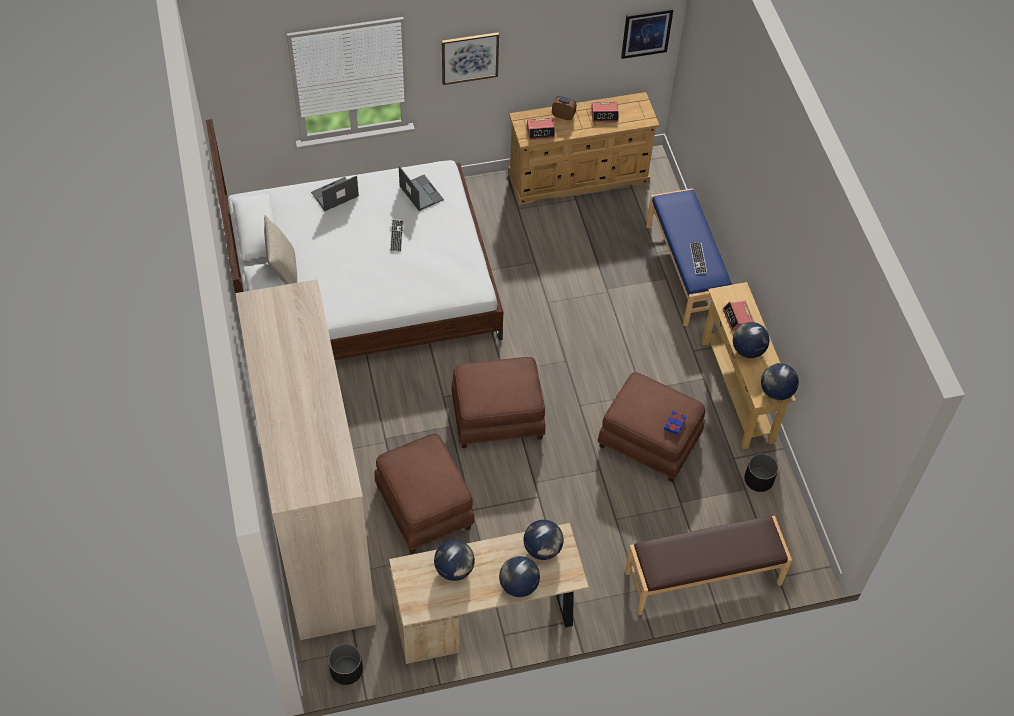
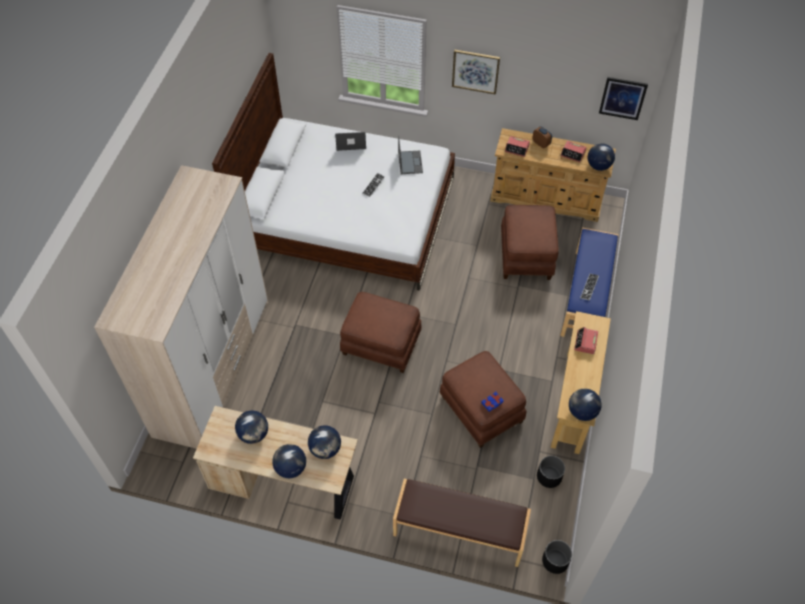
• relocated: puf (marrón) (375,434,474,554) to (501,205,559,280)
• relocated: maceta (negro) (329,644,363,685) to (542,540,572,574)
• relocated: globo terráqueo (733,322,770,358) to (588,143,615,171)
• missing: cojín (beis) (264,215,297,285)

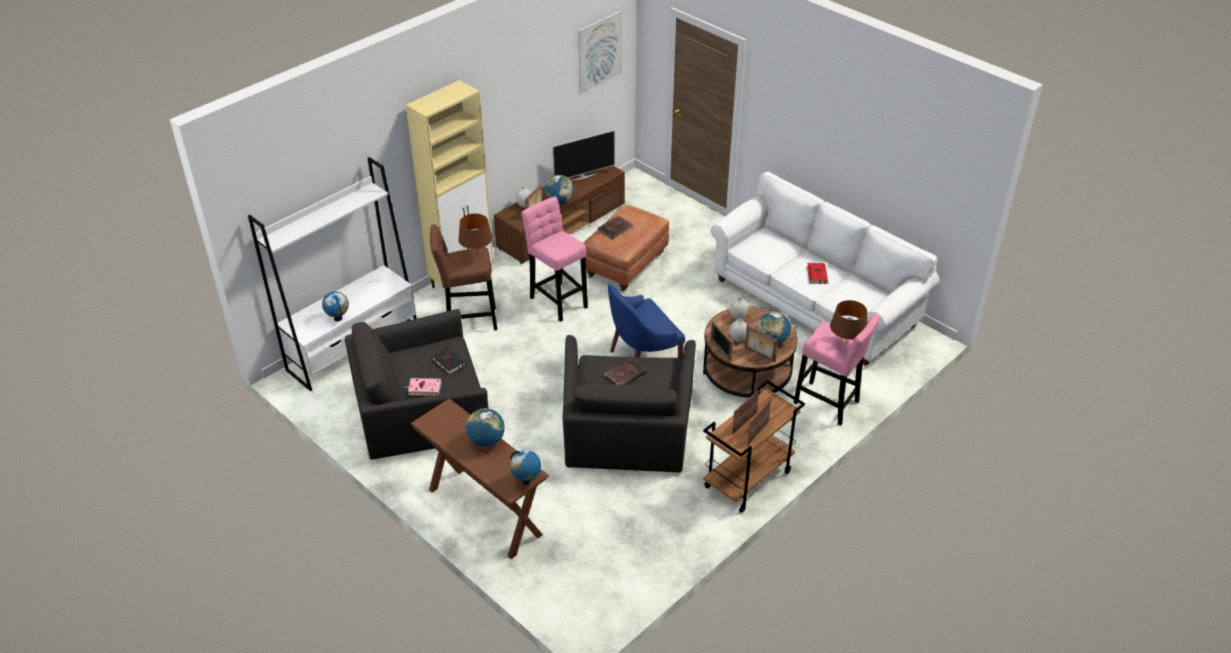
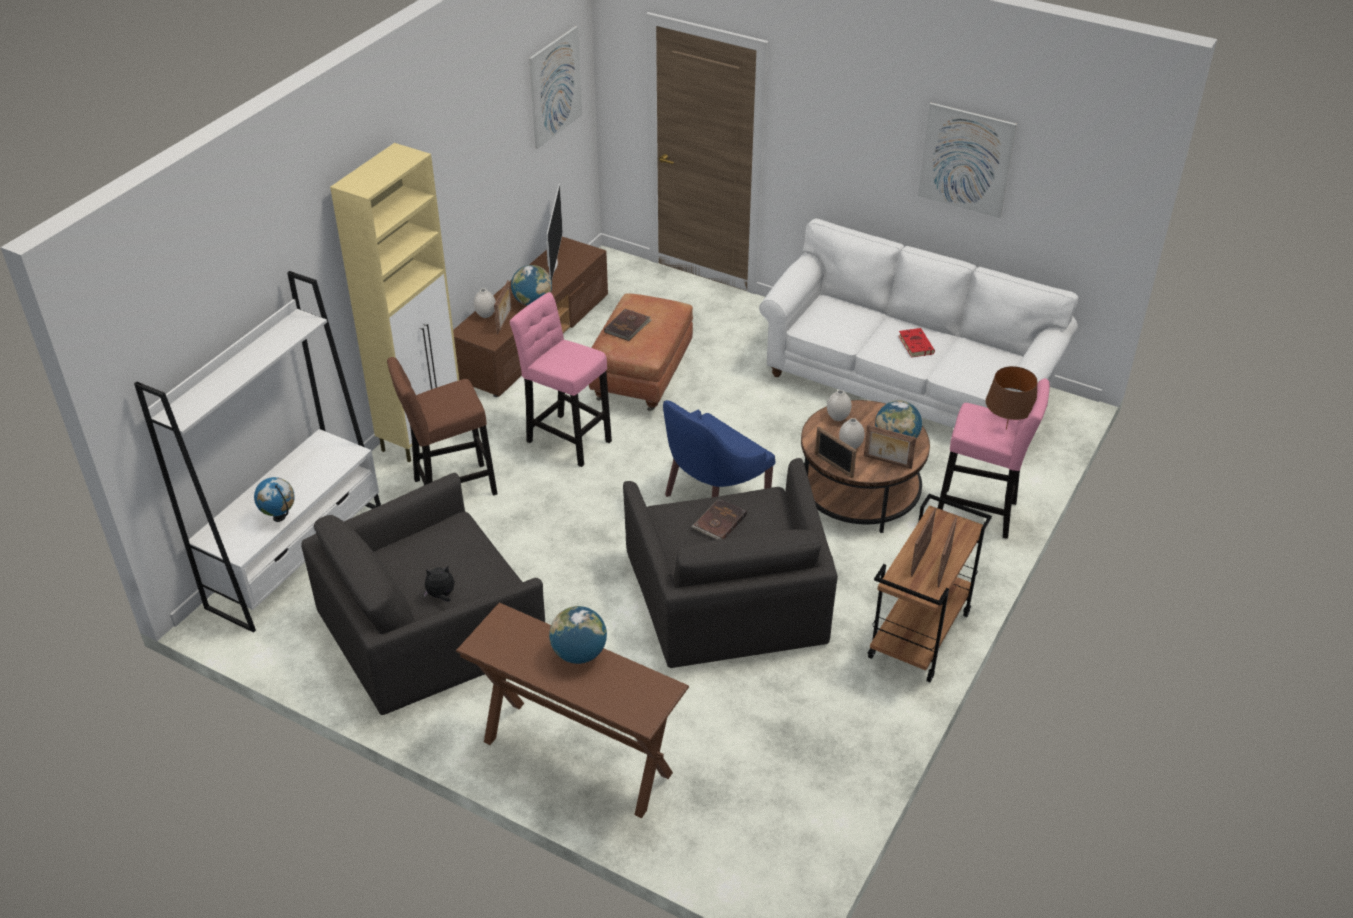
• exchanged: libro (rosa) (404,378,441,396) to peluche (423,566,455,602)
• spun: televisor (552,130,615,181) = (546,184,563,281) 45 degrees counterclockwise
• appeared: cuadro (918,103,1017,218)
• missing: libro (negro) (432,348,465,375)
• missing: lámpara de mesa (marrón) (458,214,493,253)
• missing: globo terráqueo (510,450,541,485)

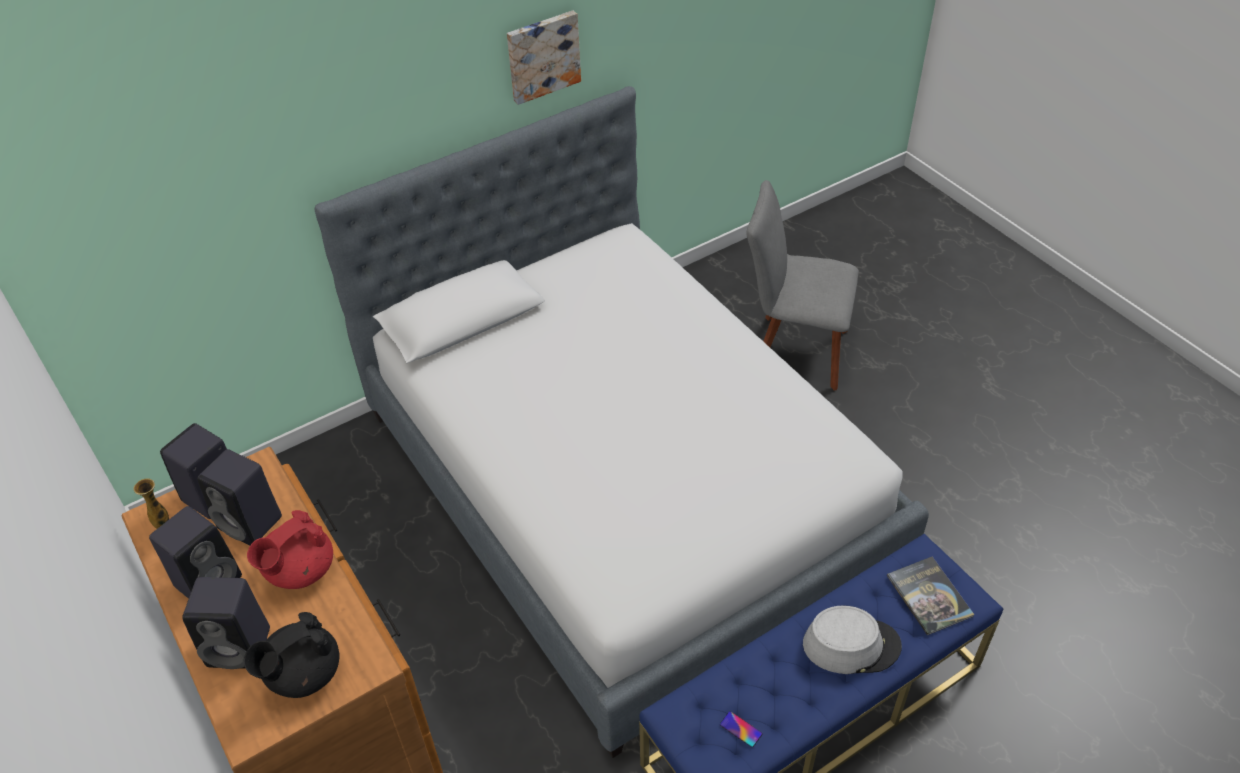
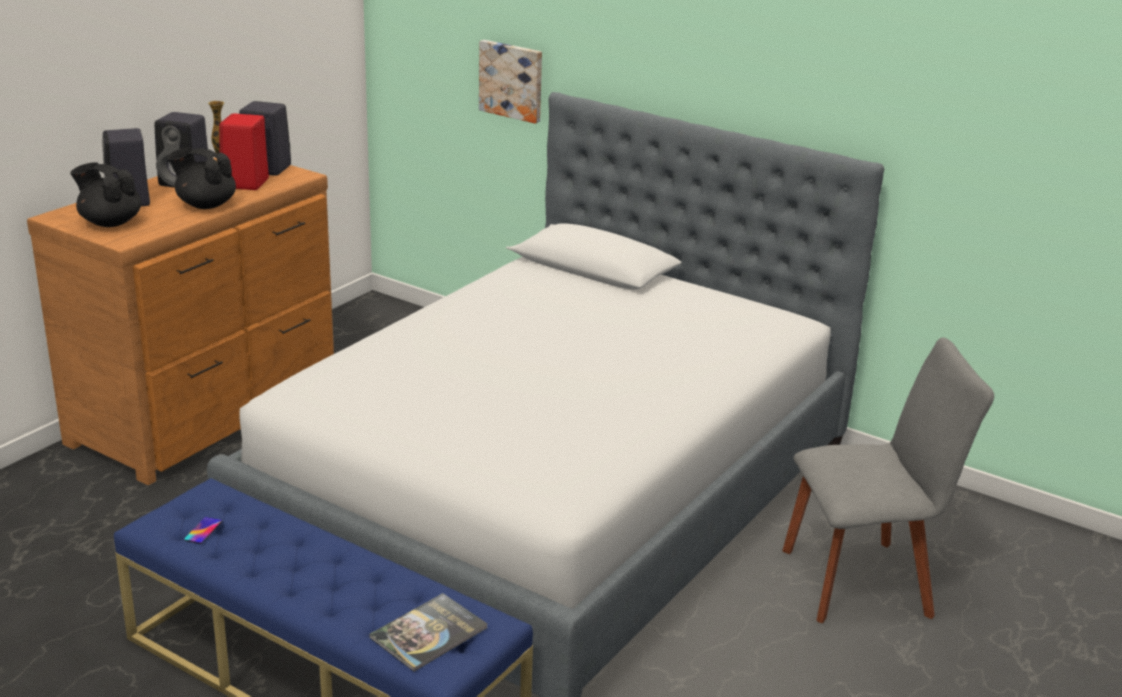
• colour: tetera (rojo) (247,510,333,589) to tetera (negro) (167,148,236,209)
• colour: altavoz (negro) (197,449,282,546) to altavoz (rojo) (219,113,269,190)
• relocated: cuadro (507,10,581,105) to (479,40,542,124)
• spun: silla (gris) (746,180,859,390) = (783,338,994,623) 90 degrees clockwise
• missing: sombrero (gris) (803,605,902,674)

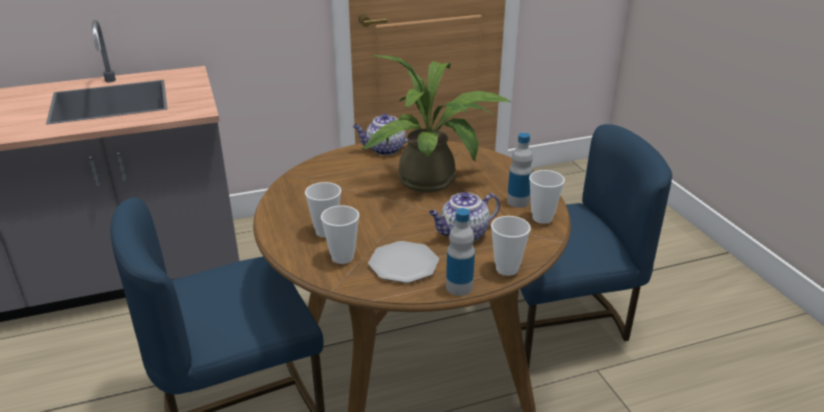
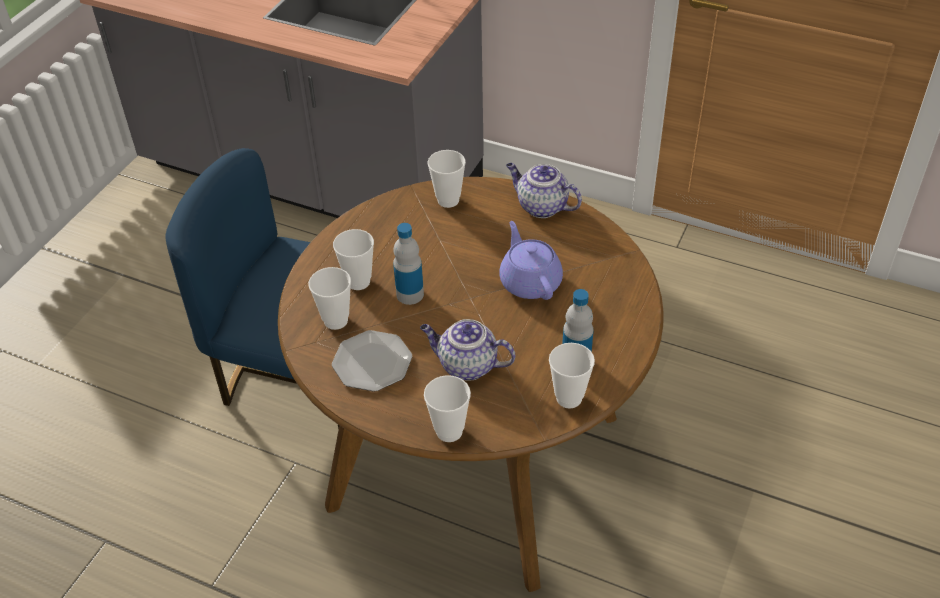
• relocated: botella (446,208,475,296) to (393,223,424,305)
• appeared: taza (428,150,466,208)
• exchanged: planta en maceta (362,55,512,193) to tetera (morado) (499,221,563,300)
• missing: silla (azul) (489,124,672,369)

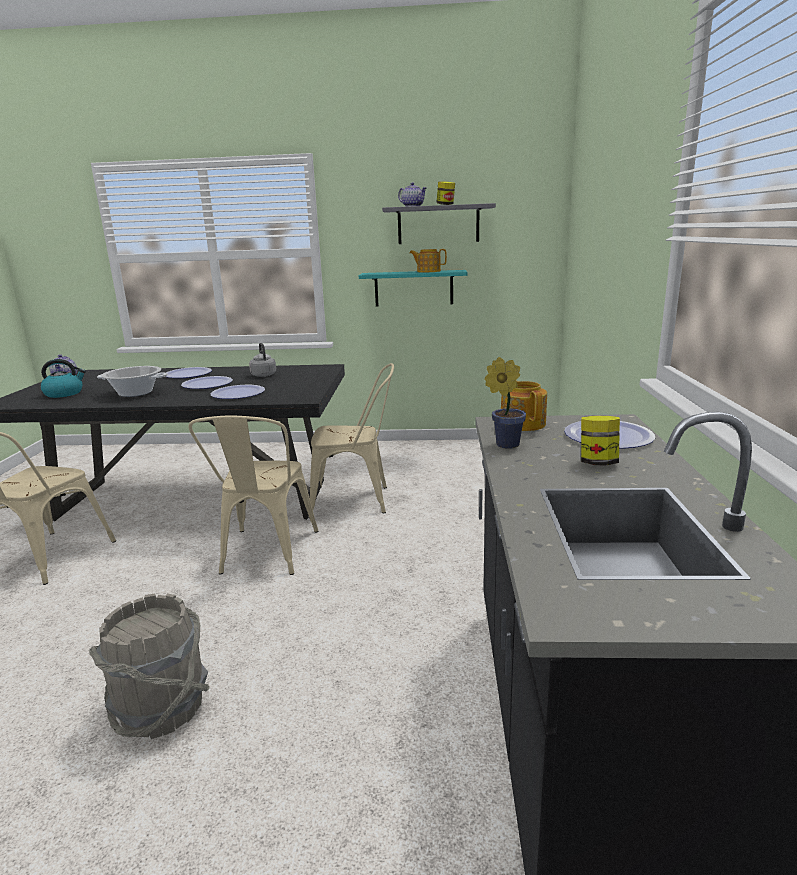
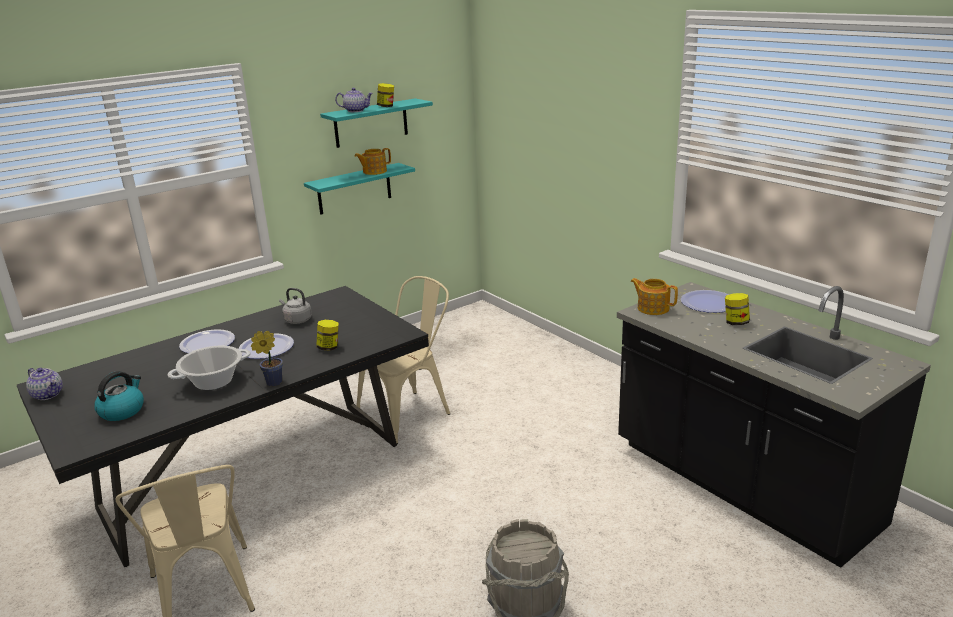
• relocated: planta en maceta (484,357,526,449) to (251,331,283,386)
• exchanged: plato (211,385,265,399) to tarro (316,320,339,351)
• colour: estante (gris) (382,203,496,244) to estante (turquesa) (320,98,433,148)
• missing: silla (beis) (188,415,318,575)

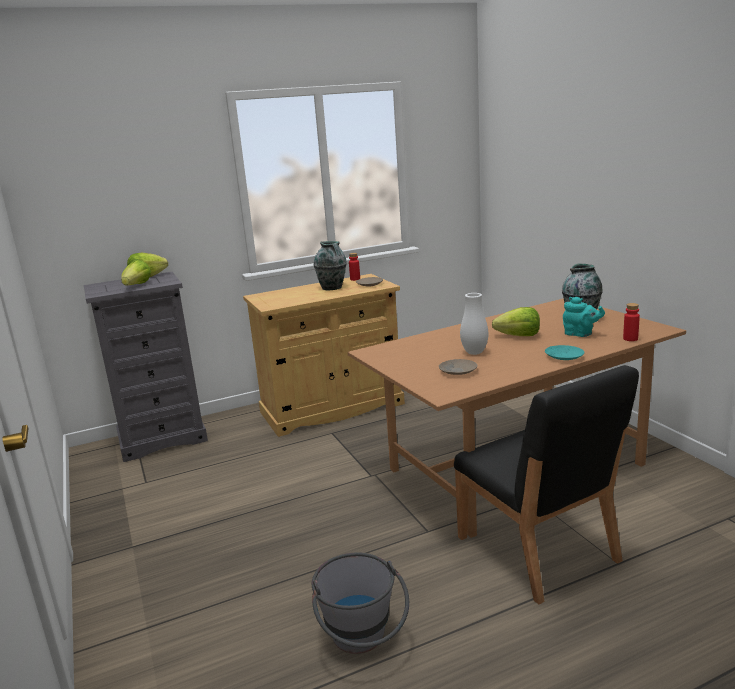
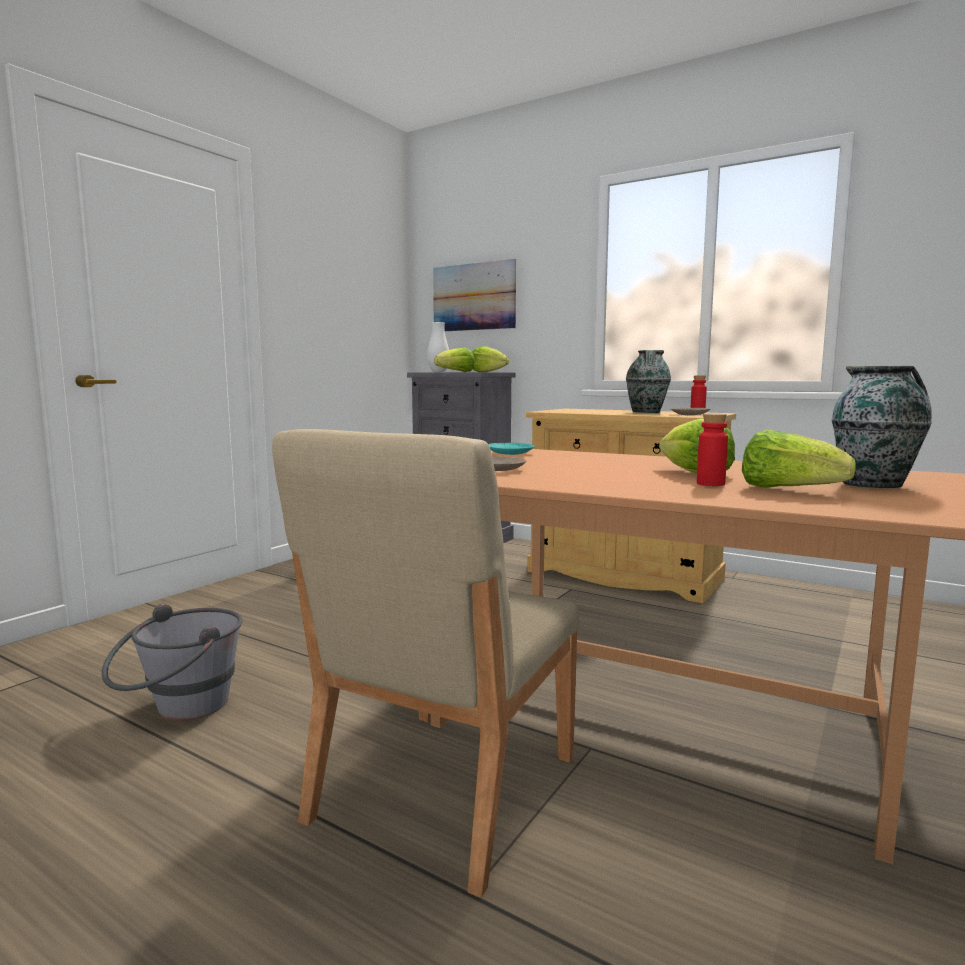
• colour: silla (negro) (454,365,639,604) to silla (beis) (272,429,580,898)
• relocated: florero (blanco) (460,293,488,355) to (427,322,449,372)
• appeared: cuadro (433,259,516,331)
• relocated: plato (turquesa) (545,345,584,360) to (489,443,535,455)
• relocated: botella (rojo) (623,303,640,341) to (697,413,728,486)
• exchanged: tetera (turquesa) (563,297,605,337) to lechuga (742,430,856,488)

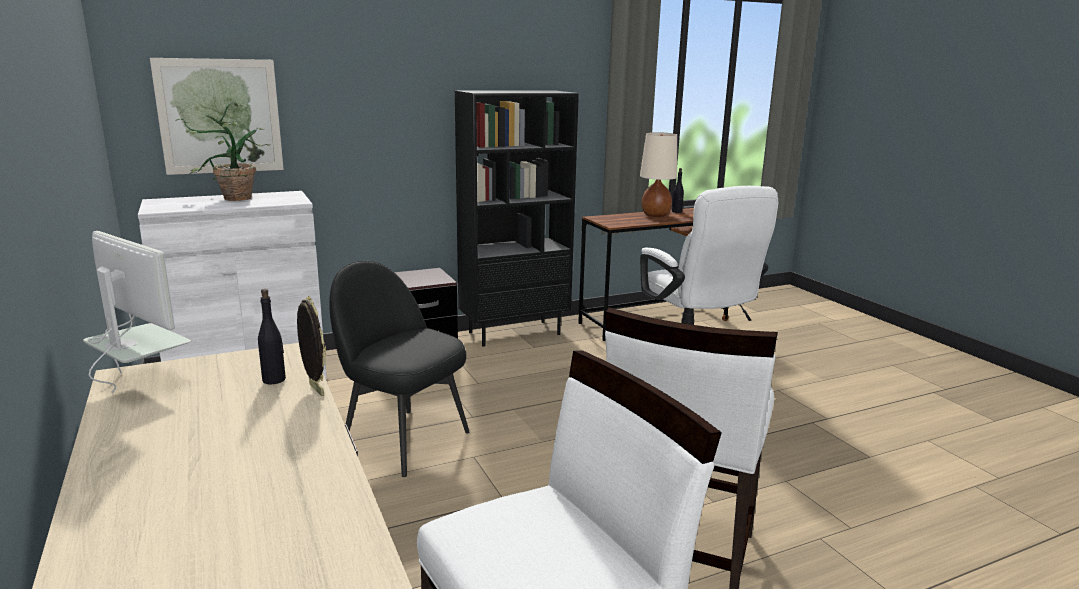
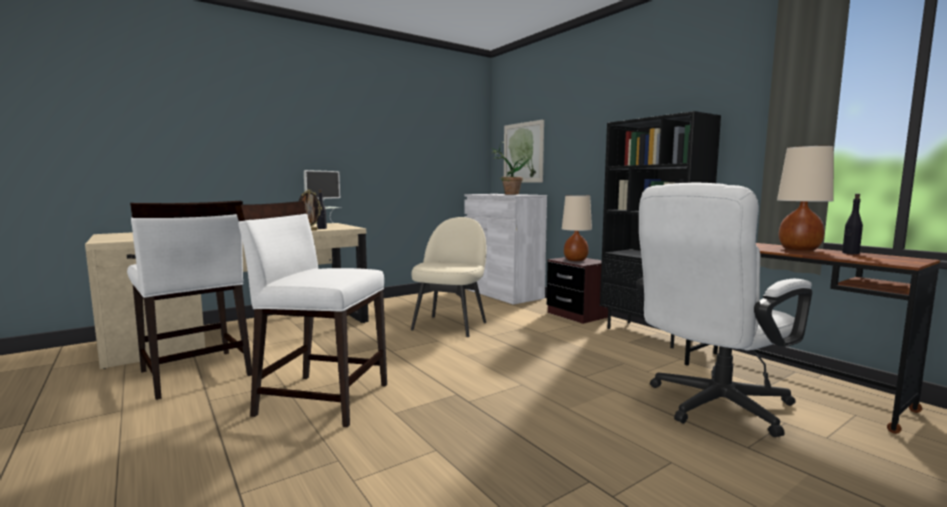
• colour: silla (negro) (329,261,469,477) to silla (beis) (411,217,487,337)
• appeared: lámpara de mesa (beis) (562,195,592,261)

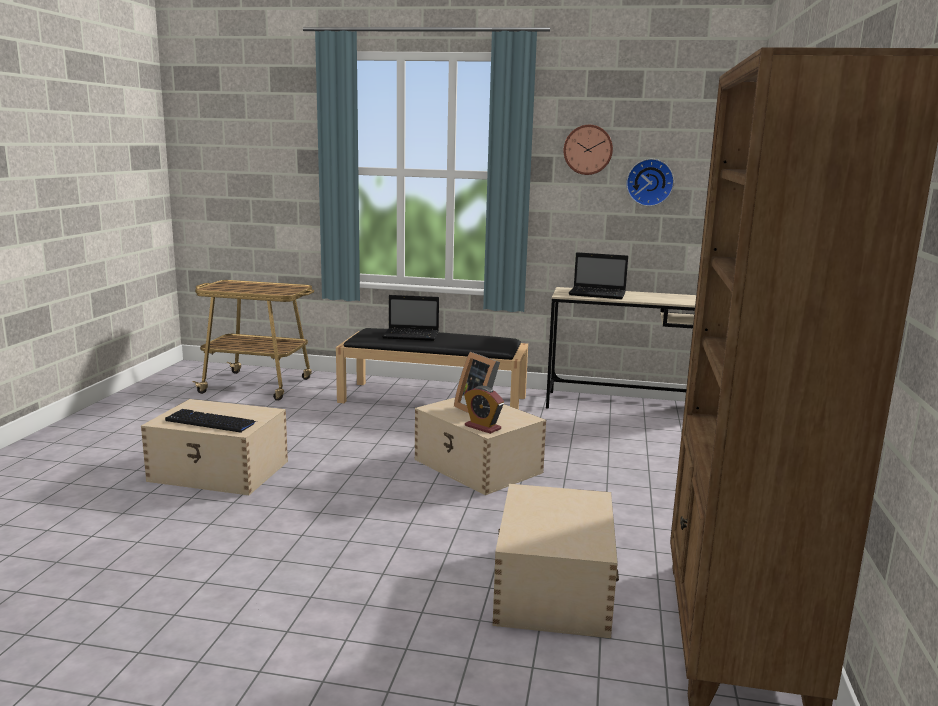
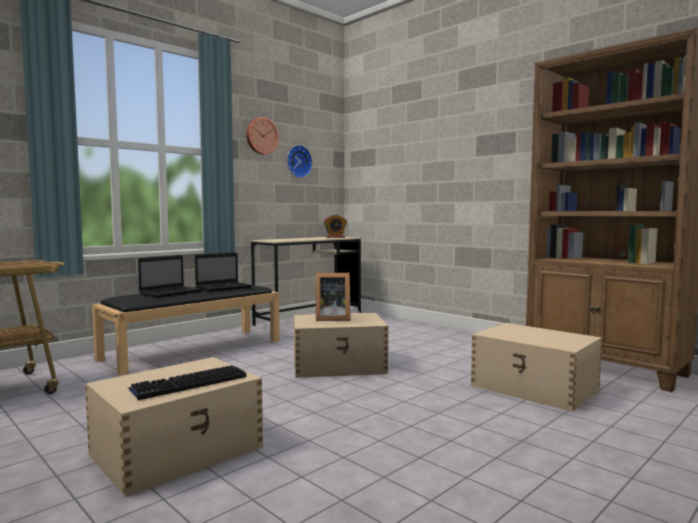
• relocated: portátil (569,252,628,299) to (195,252,252,292)
• relocated: despertador (464,386,504,434) to (324,215,347,238)

